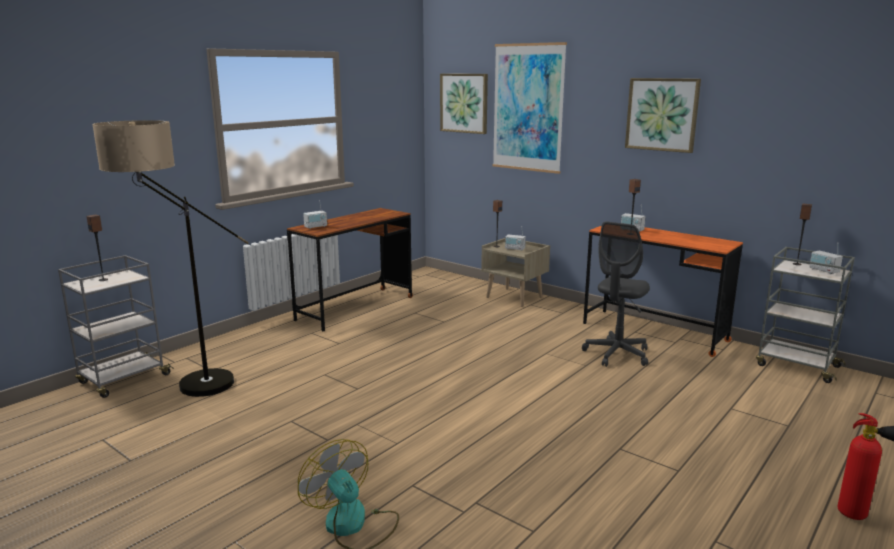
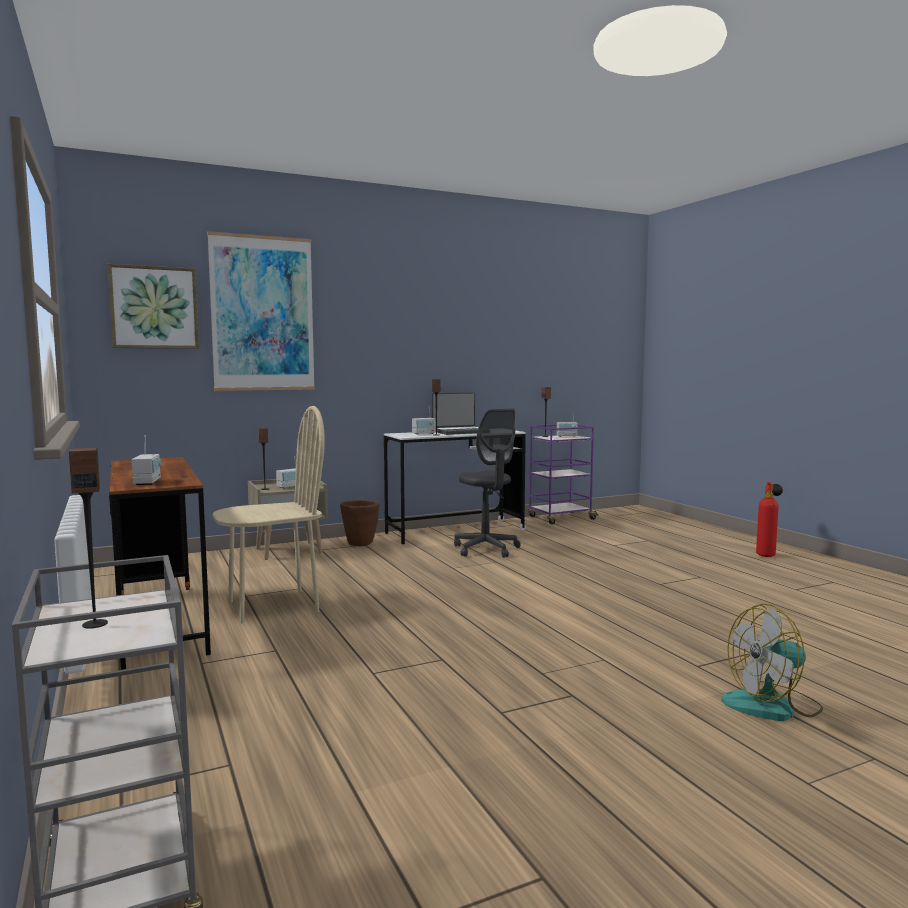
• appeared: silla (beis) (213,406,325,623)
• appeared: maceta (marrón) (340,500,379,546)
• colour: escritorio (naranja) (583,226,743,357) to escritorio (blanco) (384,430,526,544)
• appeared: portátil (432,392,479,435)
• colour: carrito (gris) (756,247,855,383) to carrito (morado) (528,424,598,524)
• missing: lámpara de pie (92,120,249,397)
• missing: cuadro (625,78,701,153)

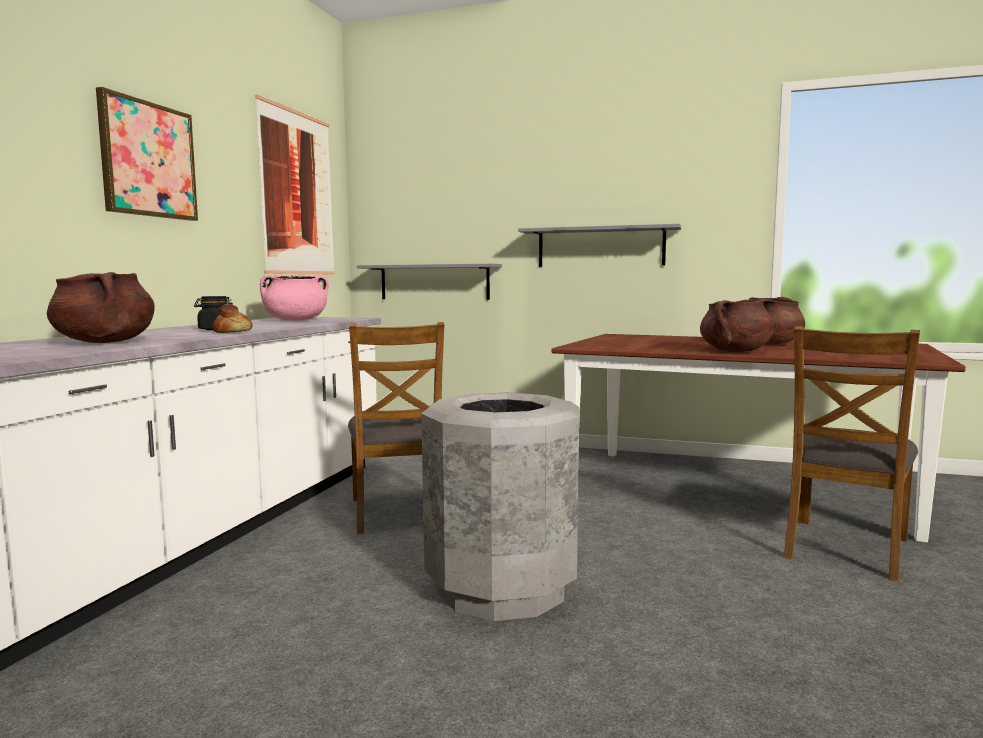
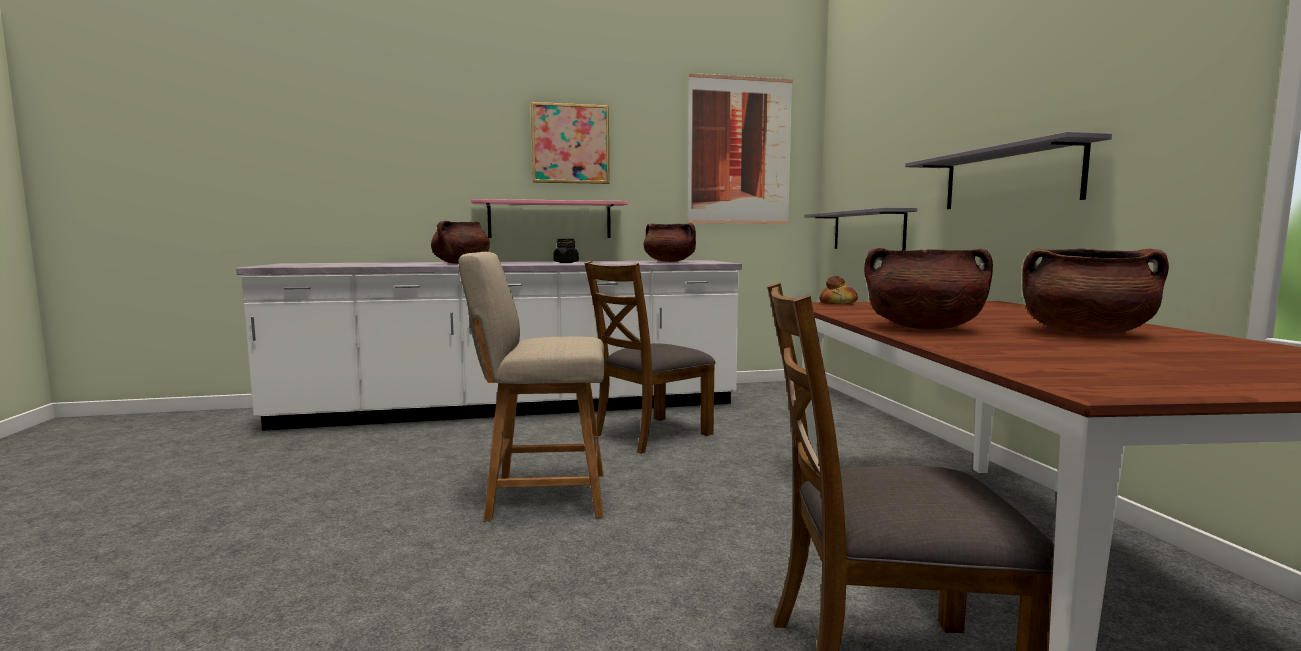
• exchanged: papelera (gris) (421,393,579,621) to silla (beis) (458,252,604,521)
• appeared: estante (rosa) (471,199,628,238)
• colour: olla (rosa) (260,275,329,321) to olla (marrón) (644,223,696,262)
• relocated: pan (213,304,253,333) to (819,276,858,304)

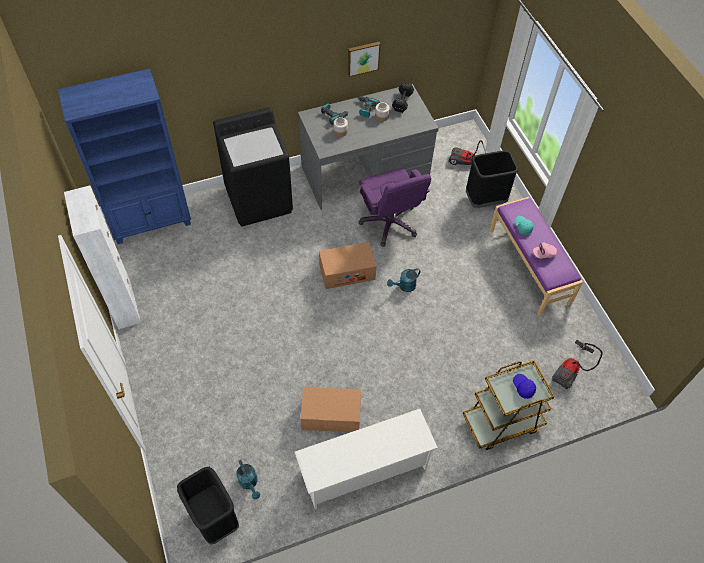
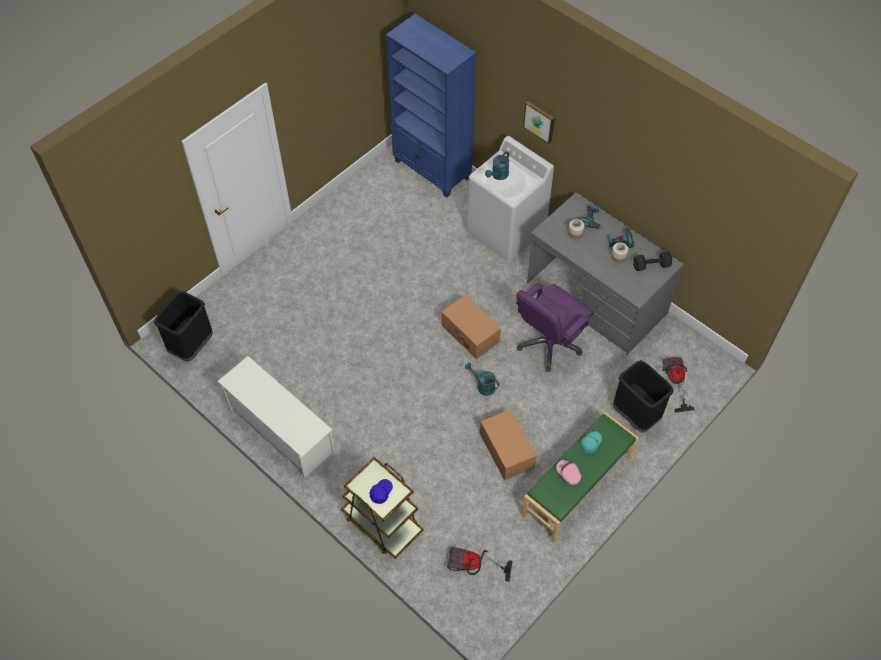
• colour: lavadora (negro) (213,107,293,226) to lavadora (blanco) (467,136,554,262)
• relocated: caja de cartón (301,387,361,432) to (480,409,537,480)
• relocated: regadera (turquesa) (236,460,260,499) to (485,151,509,180)
• colour: banco (morado) (489,197,583,315) to banco (verde) (521,412,638,542)
• relocated: cuadro (348,42,381,77) to (523,101,555,144)
• missing: armario (blanco) (64,186,141,329)

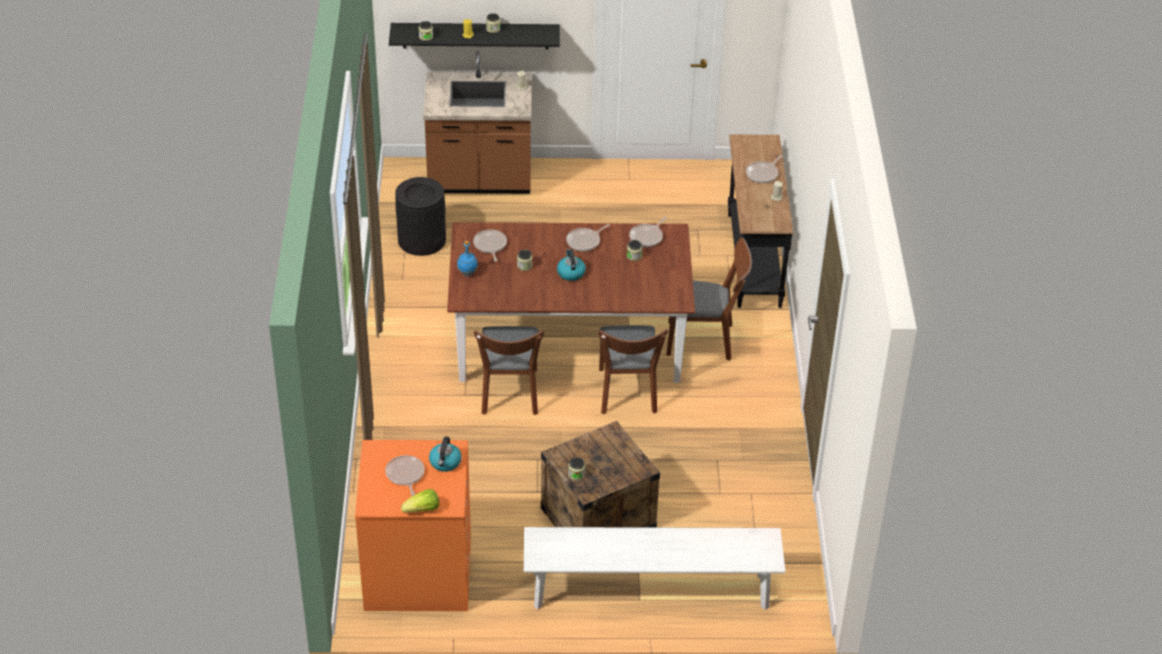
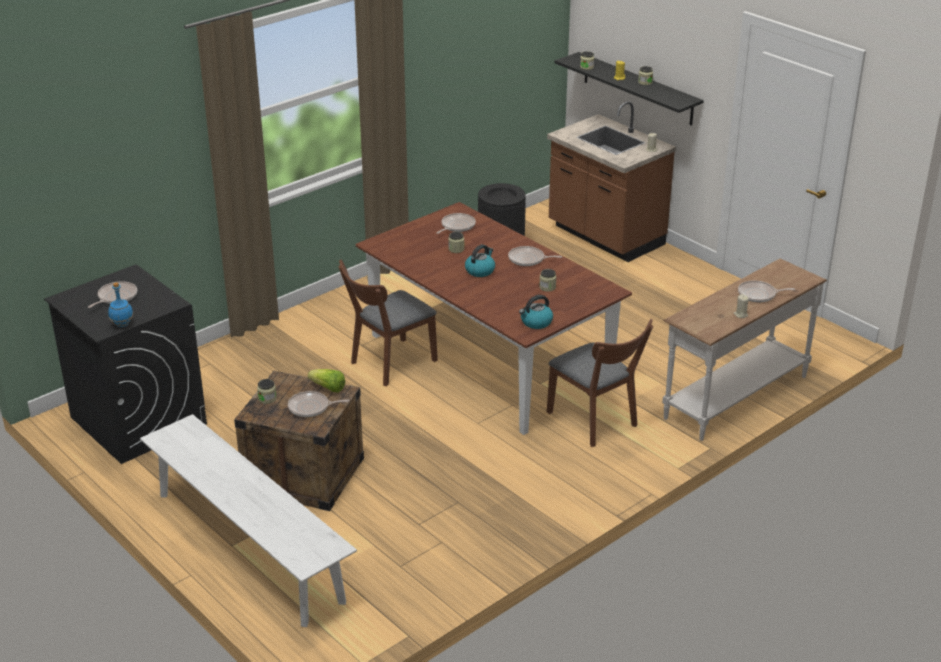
• colour: lavadora (naranja) (355,440,471,611) to lavadora (negro) (44,264,207,464)
• relocated: botella (azul) (457,241,478,276) to (108,282,133,327)
• relocated: sartén (629,217,667,247) to (288,391,349,417)
• relocated: lechuga (401,489,439,513) to (308,369,345,393)
• relocated: hervidor (429,436,462,472) to (519,295,553,329)
• colour: mesa consola (negro) (728,134,793,308) to mesa consola (blanco) (662,258,827,441)
• missing: silla (marrón) (598,325,668,414)

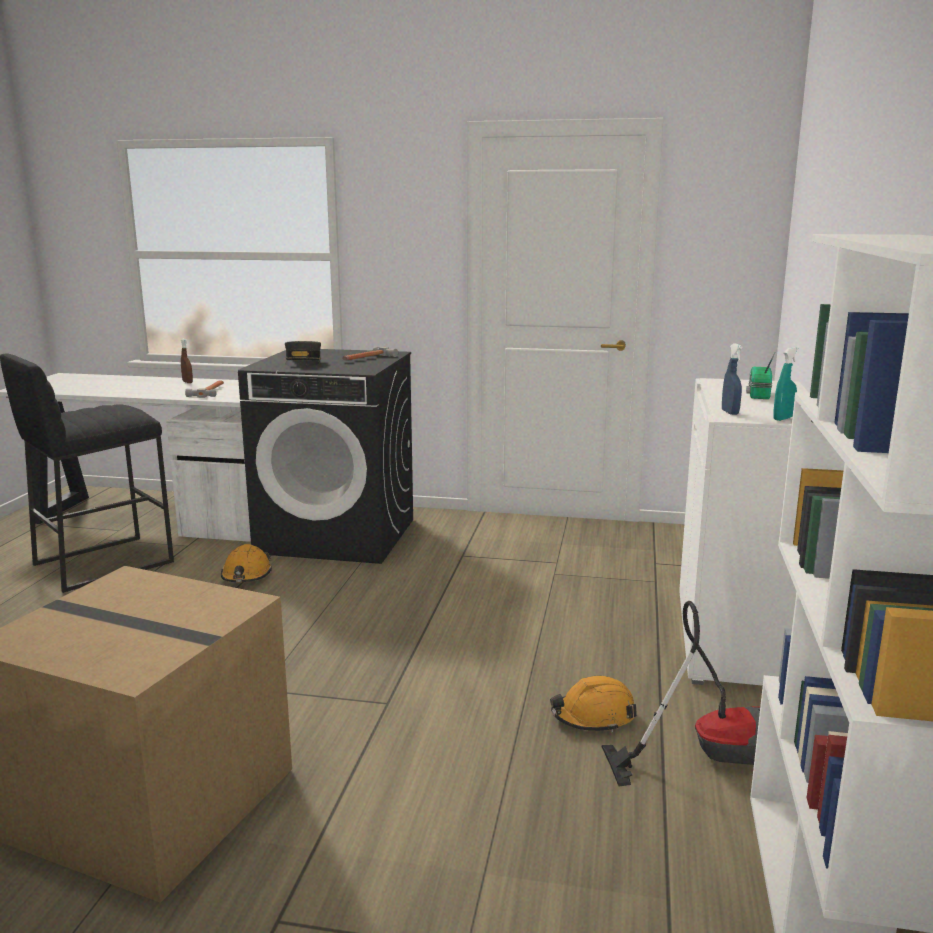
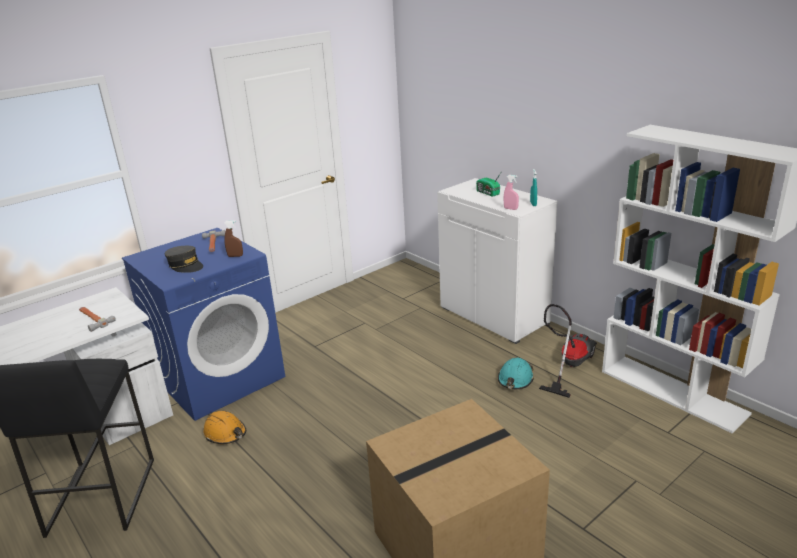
• colour: lavadora (negro) (238,349,413,564) to lavadora (azul) (122,228,285,421)
• relocated: pulverizador (marrón) (181,339,193,383) to (224,220,243,257)
• colour: casco (naranja) (550,676,637,732) to casco (turquesa) (498,358,534,389)
• colour: pulverizador (azul) (722,343,743,415) to pulverizador (rosa) (504,175,519,210)

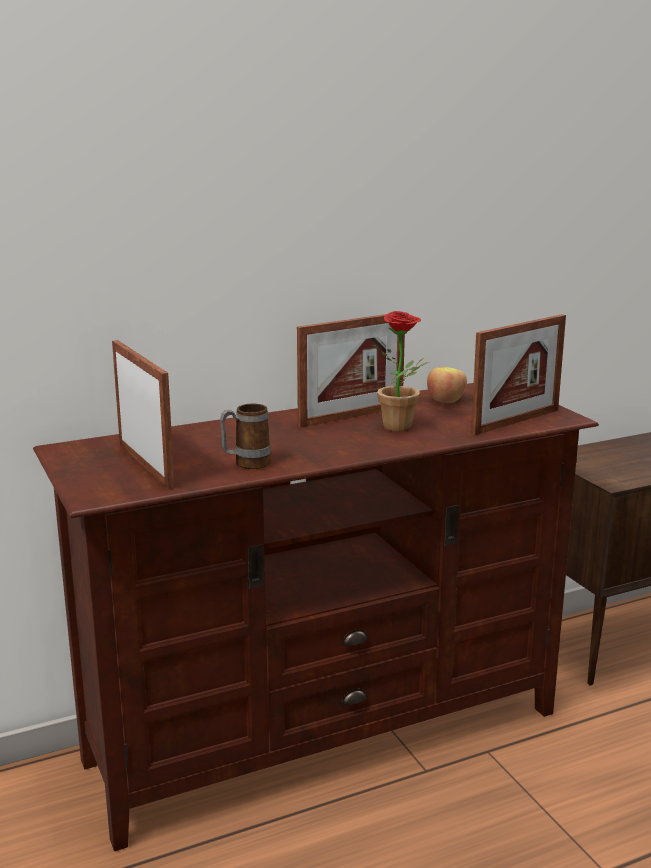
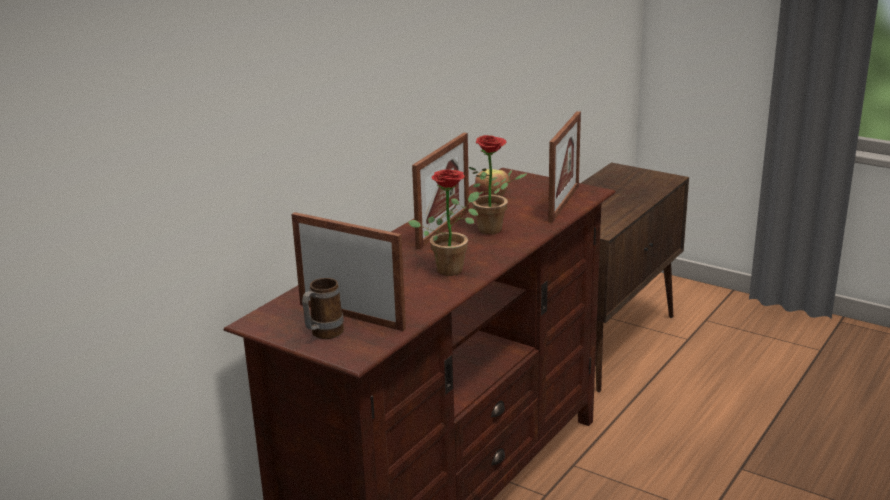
• relocated: taza grande (220,404,271,469) to (302,278,344,339)
• appeared: planta en maceta (408,170,479,276)

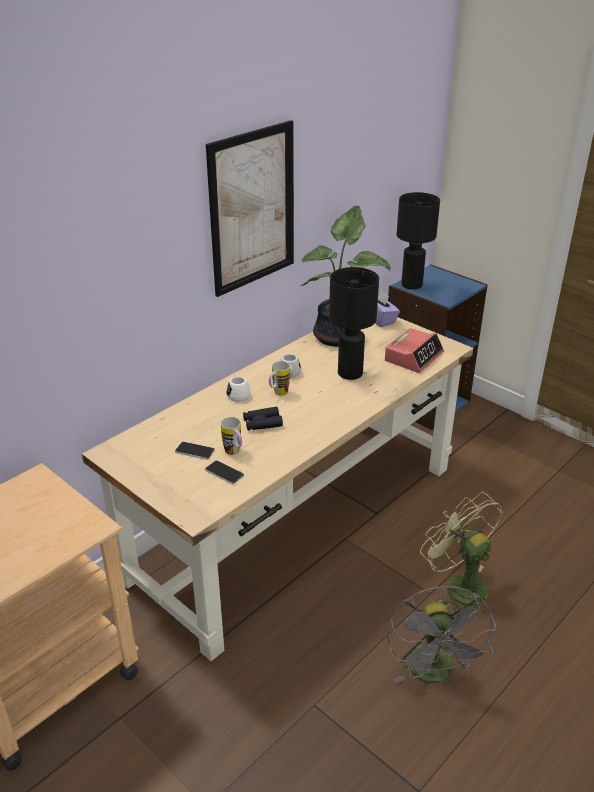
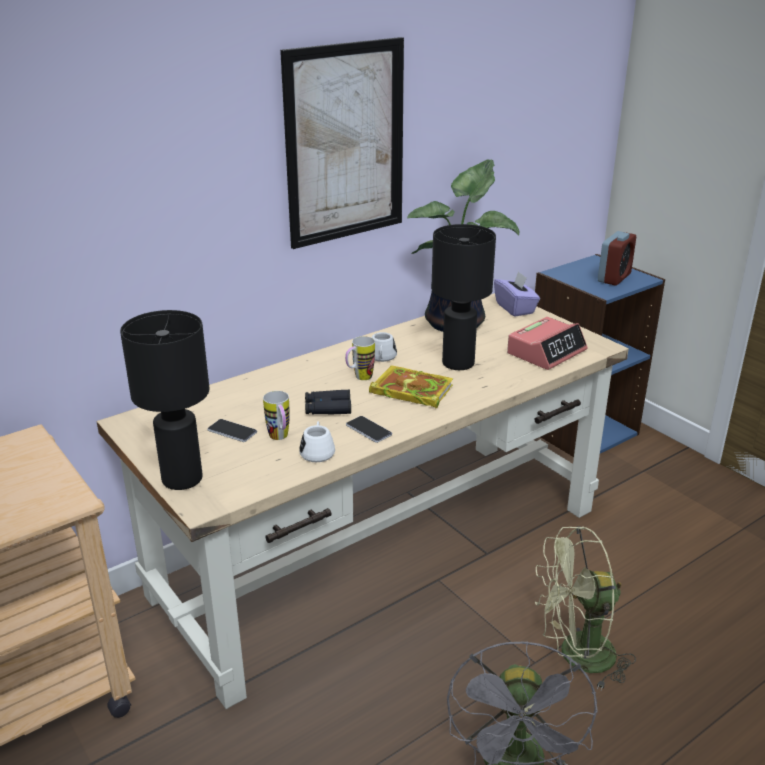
• relocated: lámpara de mesa (negro) (397,192,440,289) to (120,310,209,490)
• relocated: taza grande (blanco) (226,373,251,401) to (299,421,335,462)
• relocated: móvil (205,460,244,484) to (346,416,392,443)
• appeared: libro (369,365,453,409)
• spun: ventilador (verde) (420,492,503,617) = (535,526,636,690) 75 degrees counterclockwise
• appeared: despertador (598,231,636,286)

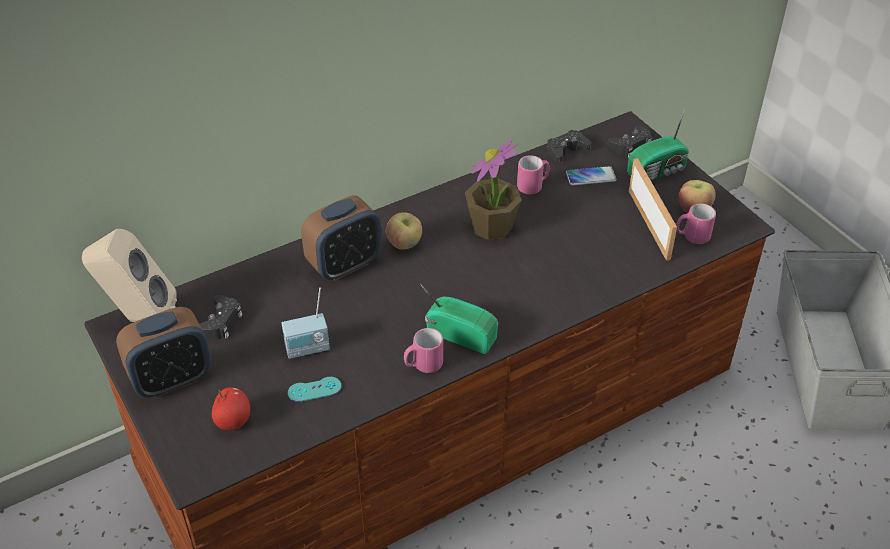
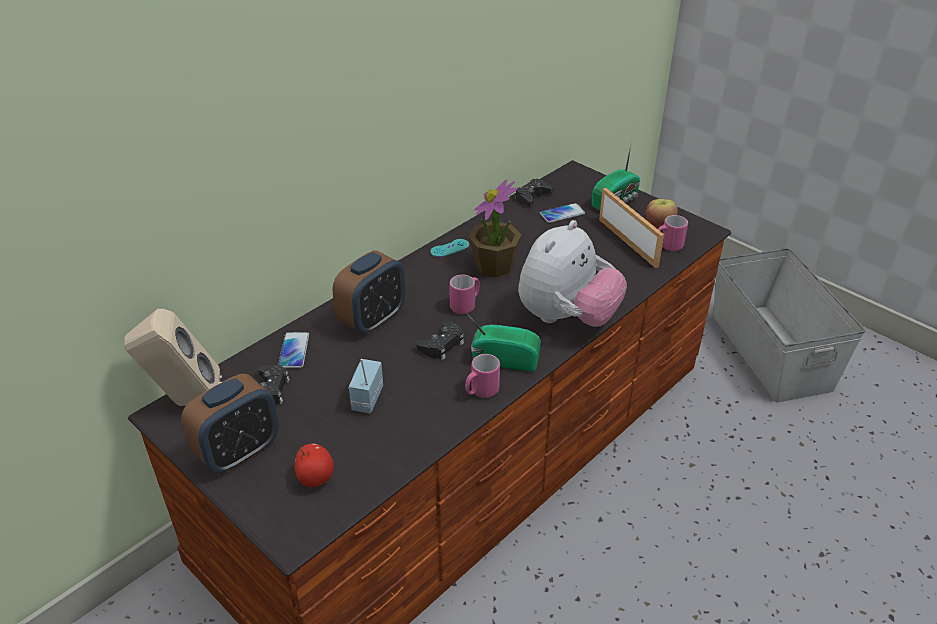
• appeared: móvil (278,332,309,368)
• spun: radio (282,287,330,359) = (348,359,383,413) 135 degrees clockwise
• relocated: mando de consola (negro) (607,125,652,158) to (416,320,464,360)
• relocated: mando de consola (turquesa) (288,377,341,402) to (430,239,469,257)
• relocated: taza grande (rosa) (517,155,550,194) to (449,275,480,314)
• appeared: peluche (518,220,627,327)
• missing: manzana (386,212,422,250)

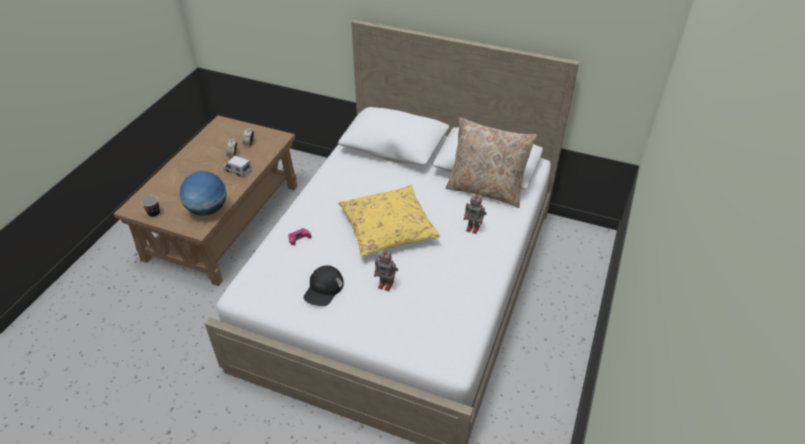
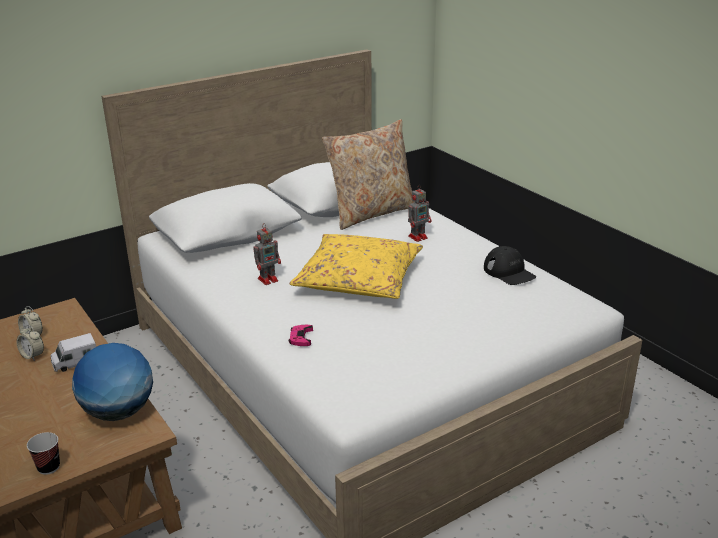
• relocated: robot de juguete (374,249,398,291) to (253,224,281,285)
• relocated: gorra (negro) (304,265,344,306) to (484,246,536,285)

